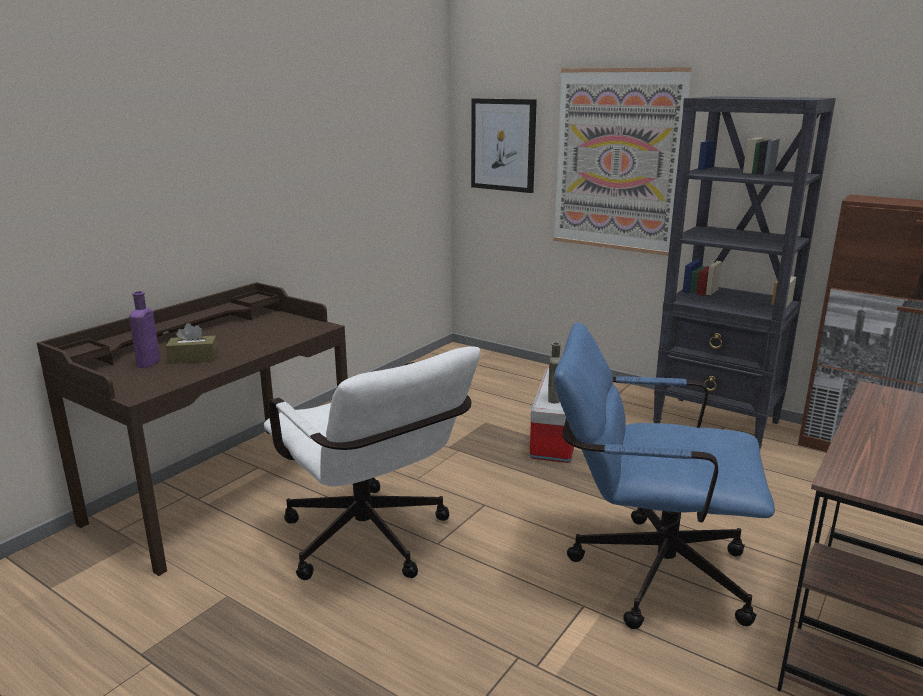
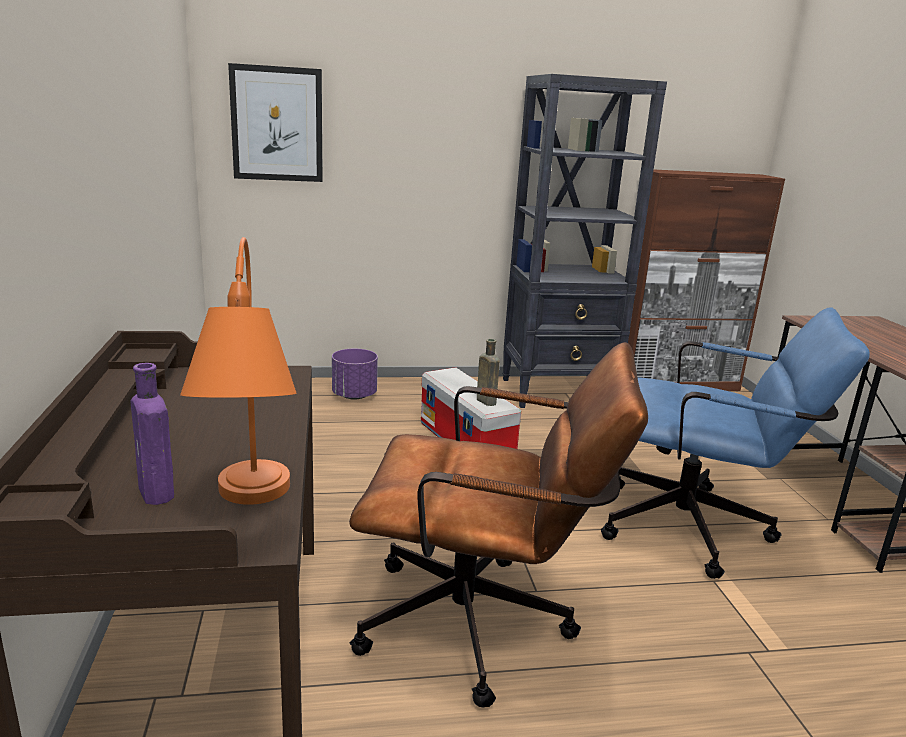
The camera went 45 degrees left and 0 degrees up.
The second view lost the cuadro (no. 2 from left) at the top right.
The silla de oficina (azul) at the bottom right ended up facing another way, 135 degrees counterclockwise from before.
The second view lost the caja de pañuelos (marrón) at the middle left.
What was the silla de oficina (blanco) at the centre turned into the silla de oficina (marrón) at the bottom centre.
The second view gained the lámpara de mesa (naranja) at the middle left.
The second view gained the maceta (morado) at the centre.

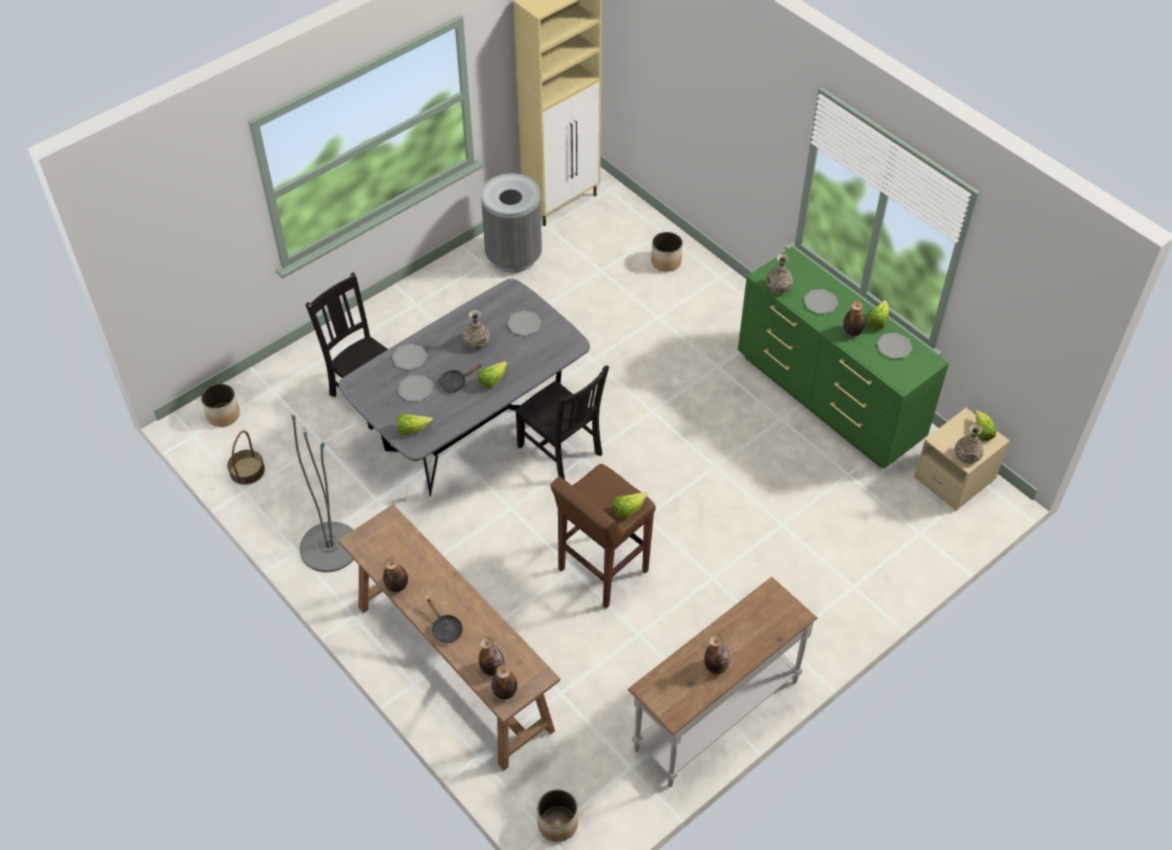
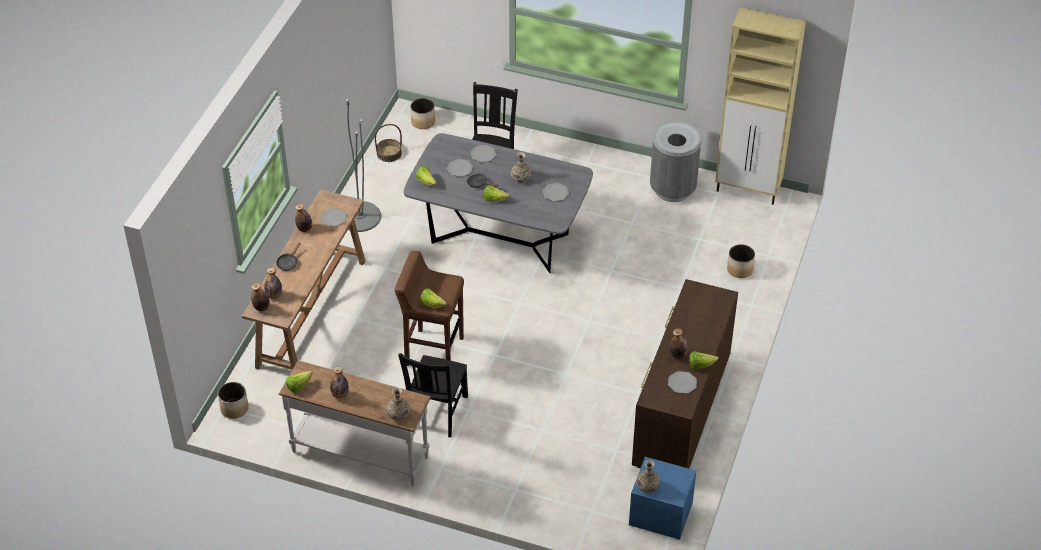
The camera went 60 degrees right and 5 degrees down.
What was the cómoda (verde) at the middle right turned into the cómoda (marrón) at the bottom centre.
The florero (no. 2 from left in the first image) ended up elsewhere, having gone from the top centre to the bottom centre.
The plato (no. 4 from left in the first image) ended up elsewhere, having gone from the middle right to the middle left.
The silla (negro) (no. 2 from left in the first image) ended up elsewhere, having gone from the centre to the bottom centre.
What was the mesita de noche (beis) at the middle right turned into the mesita de noche (azul) at the bottom centre.
The lechuga (no. 5 from left in the first image) ended up elsewhere, having gone from the middle right to the bottom left.

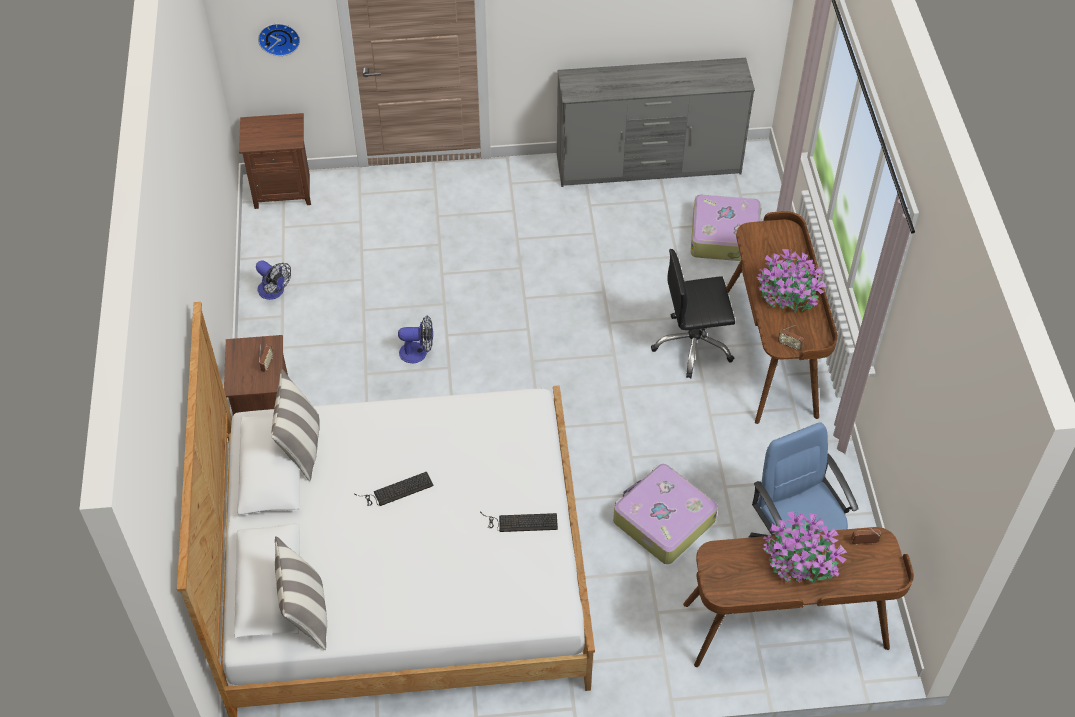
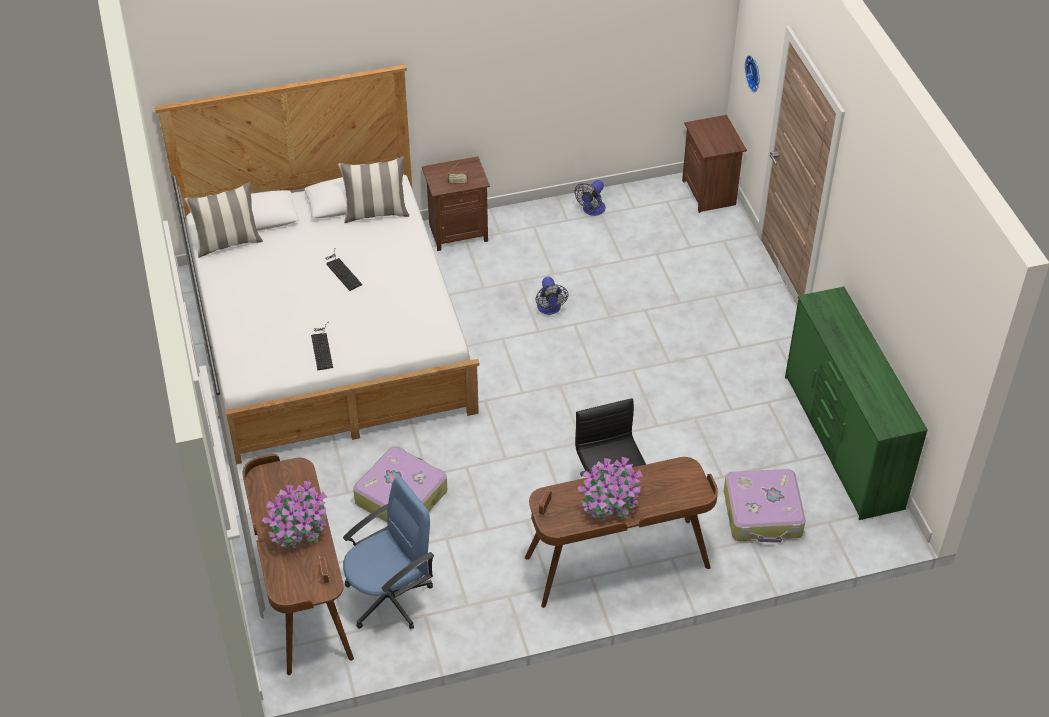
The camera went 80 degrees right and 5 degrees down.
What was the cómoda (gris) at the top centre turned into the cómoda (verde) at the middle right.

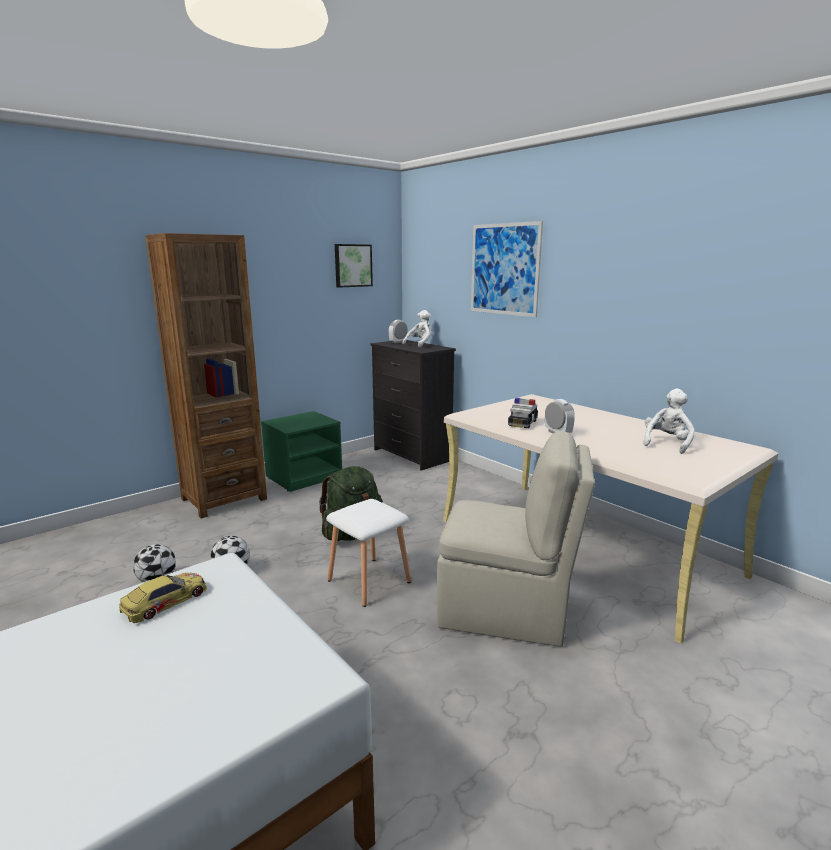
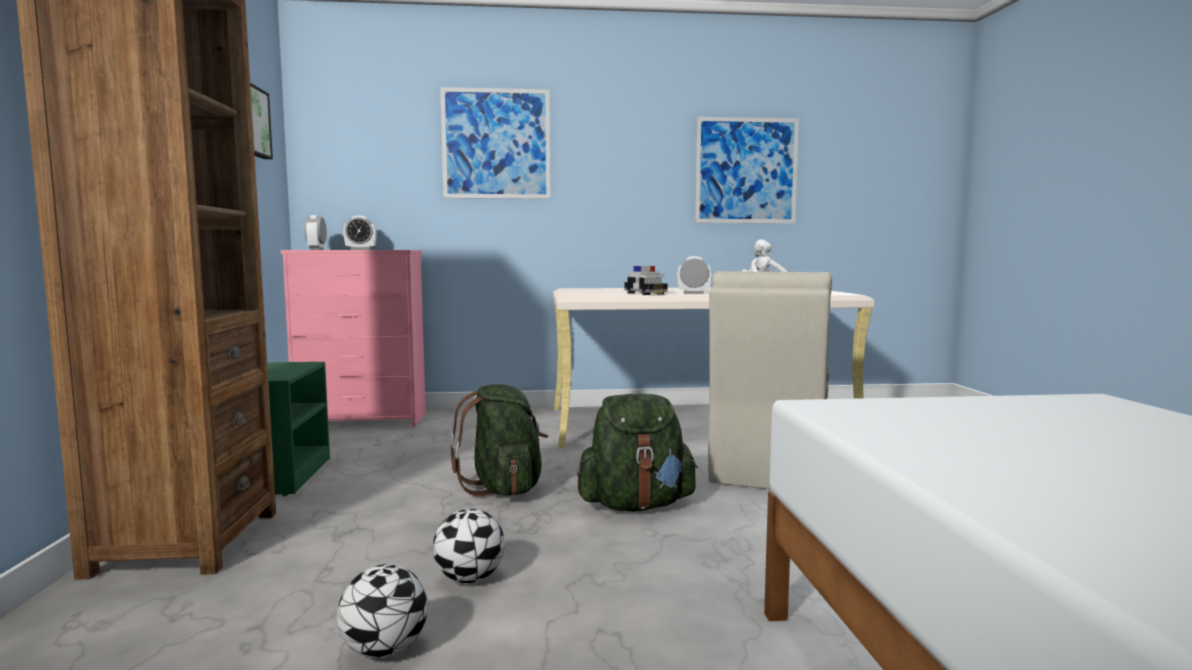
The camera went 55 degrees left and 10 degrees down.
Where the peluche (blanco) (no. 1 from left) stood at the centre, the despertador (no. 2 from left) came to stand at the middle left.
What was the cómoda (negro) at the centre turned into the cómoda (rosa) at the middle left.
The silla (beis) at the centre ended up facing another way, 150 degrees clockwise from before.
Where the taburete (blanco) stood at the centre, the mochila (verde) (no. 2 from left) came to stand at the bottom centre.
The second view lost the coche de juguete (no. 1 from left) at the bottom left.
The second view gained the cuadro (no. 3 from left) at the top centre.

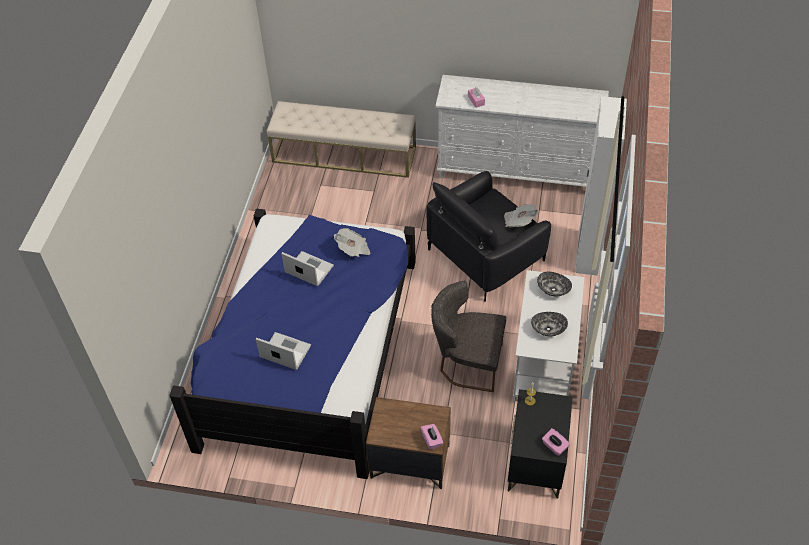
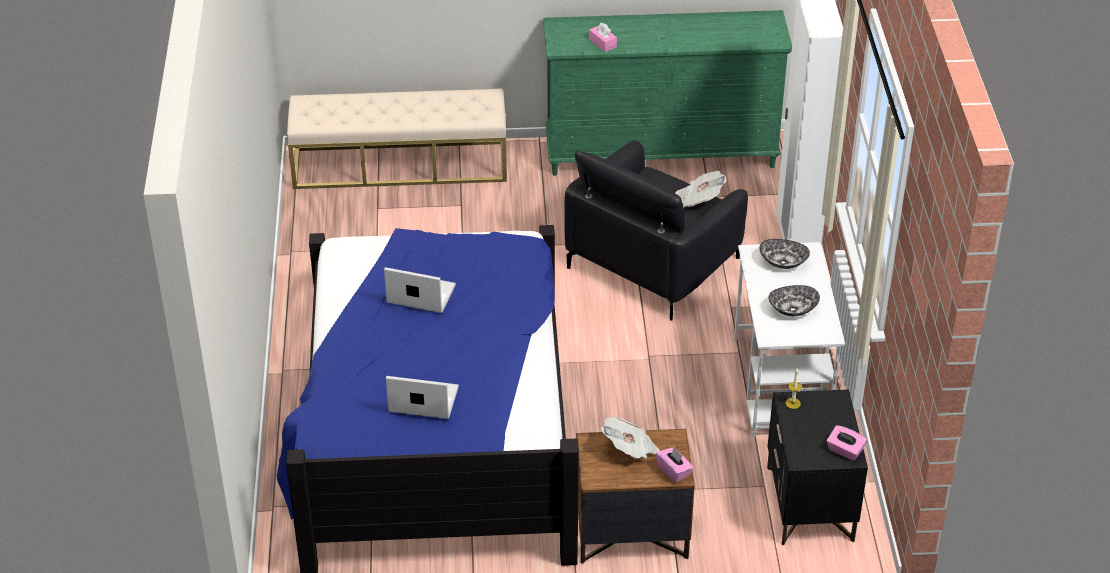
The camera went 15 degrees left and 10 degrees down.
What was the cómoda (blanco) at the top centre turned into the cómoda (verde) at the top centre.
The periódico (no. 1 from left) ended up elsewhere, having gone from the centre to the bottom centre.
The second view lost the silla (gris) at the centre.

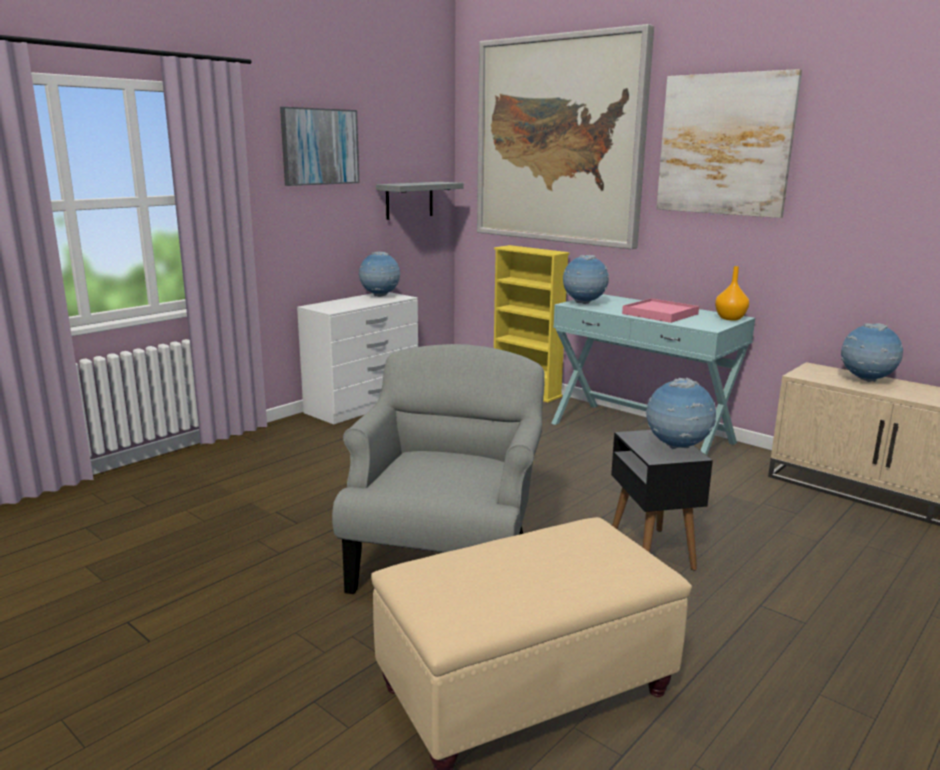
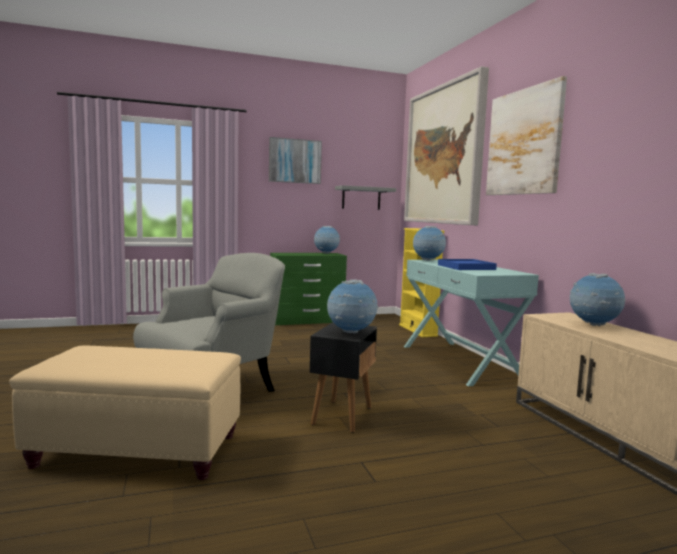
The camera went 30 degrees right and 10 degrees down.
The second view lost the florero (naranja) at the middle right.
What was the cómoda (blanco) at the centre turned into the cómoda (verde) at the centre.
What was the bandeja (rosa) at the middle right turned into the bandeja (azul) at the middle right.

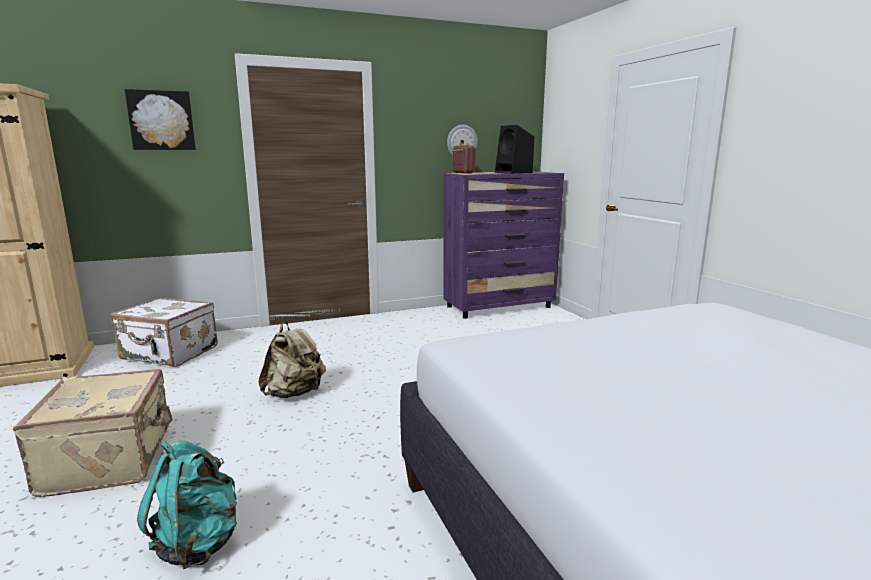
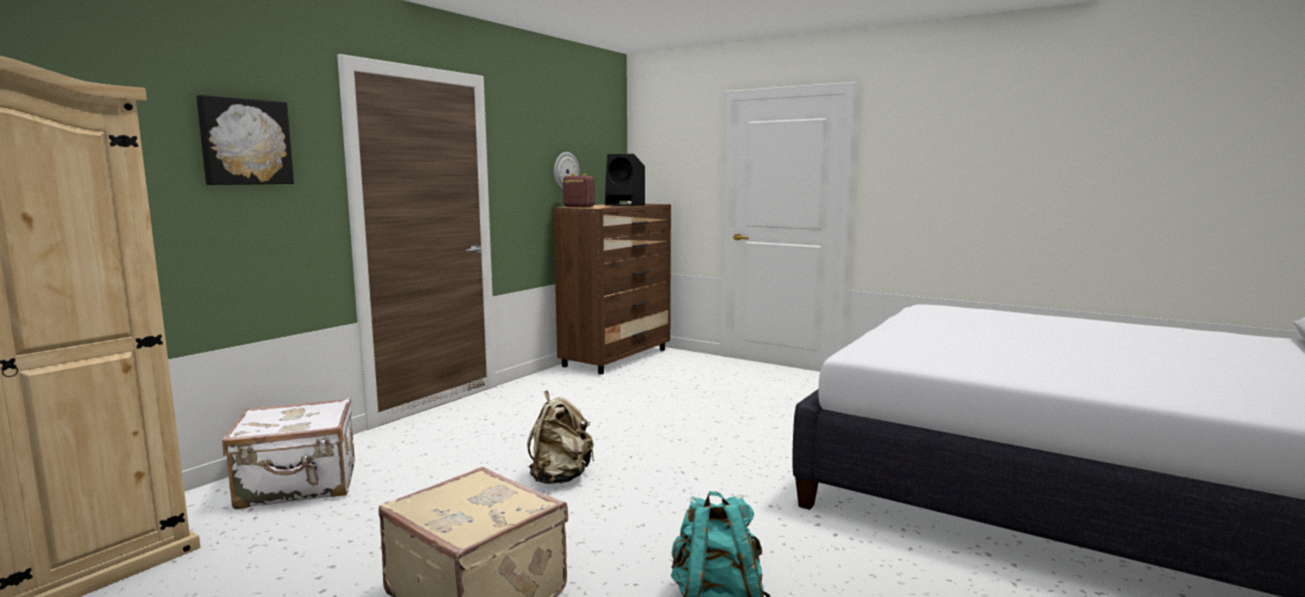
The camera went 35 degrees left and 5 degrees down.
What was the cómoda (morado) at the centre turned into the cómoda (marrón) at the centre.

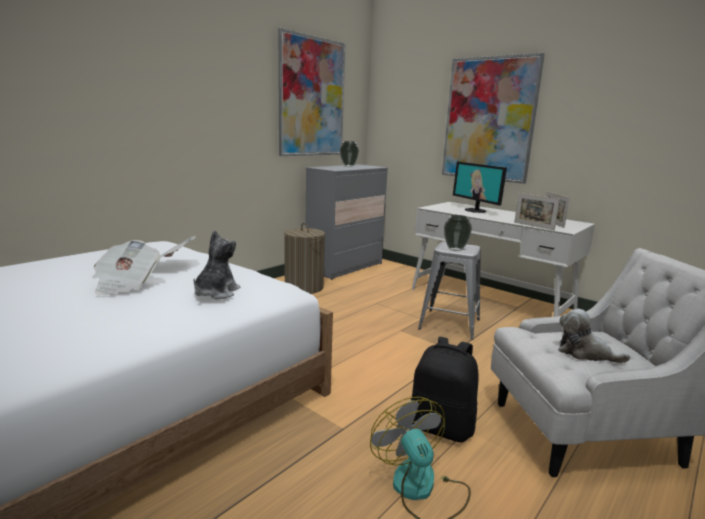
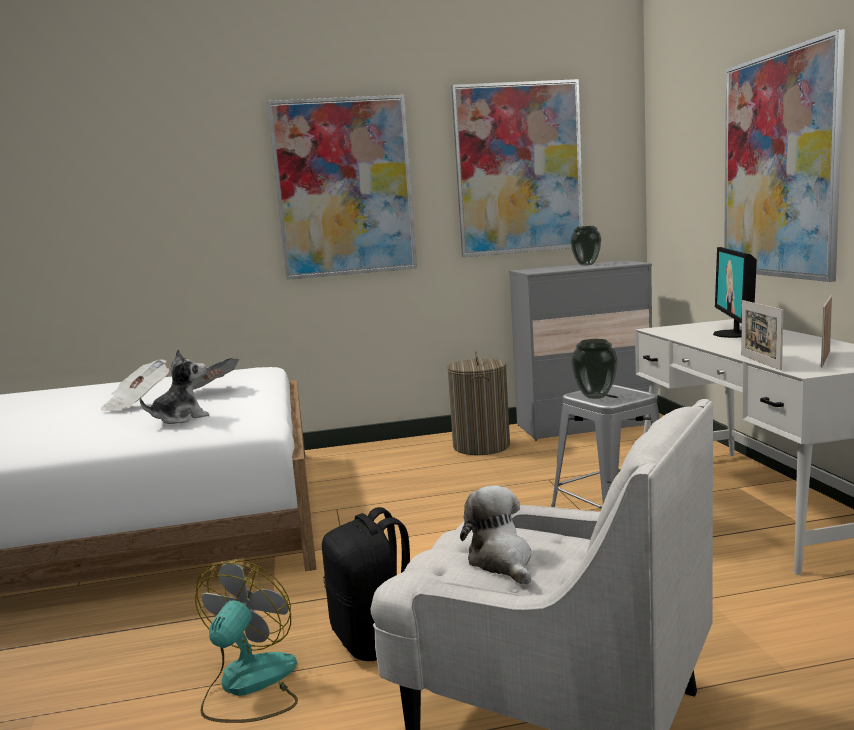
The camera went 40 degrees right and 5 degrees down.
The second view gained the cuadro (no. 1 from left) at the top centre.

